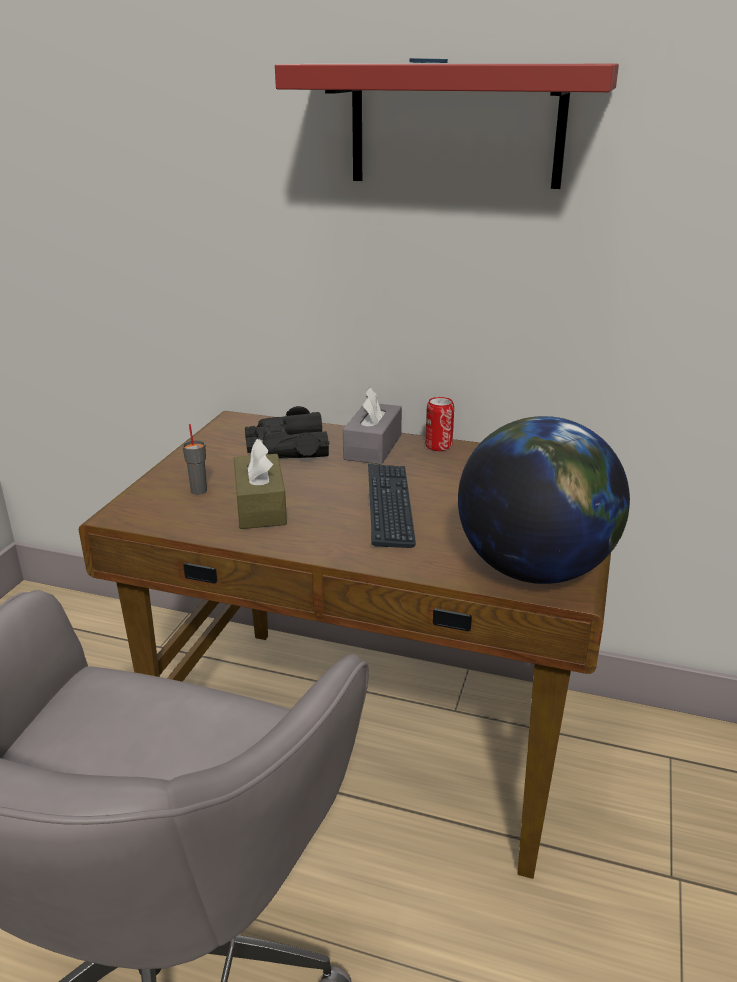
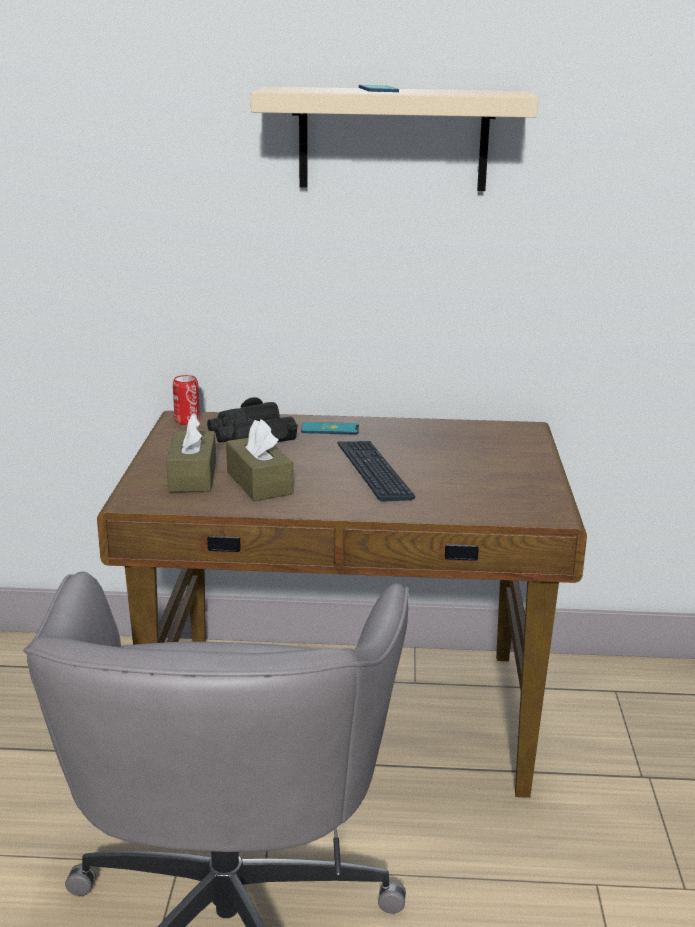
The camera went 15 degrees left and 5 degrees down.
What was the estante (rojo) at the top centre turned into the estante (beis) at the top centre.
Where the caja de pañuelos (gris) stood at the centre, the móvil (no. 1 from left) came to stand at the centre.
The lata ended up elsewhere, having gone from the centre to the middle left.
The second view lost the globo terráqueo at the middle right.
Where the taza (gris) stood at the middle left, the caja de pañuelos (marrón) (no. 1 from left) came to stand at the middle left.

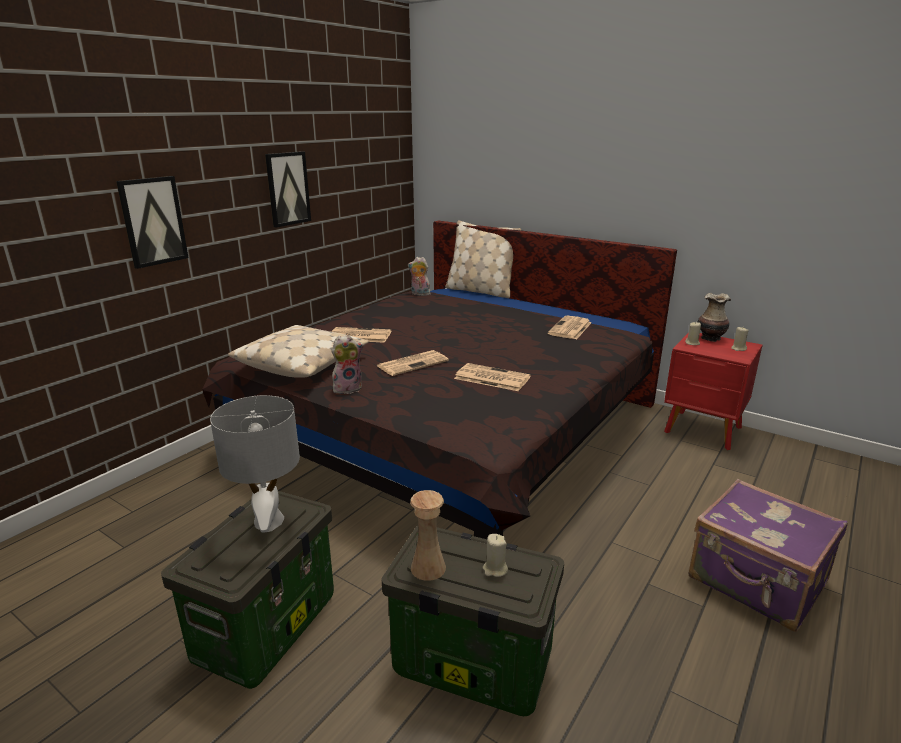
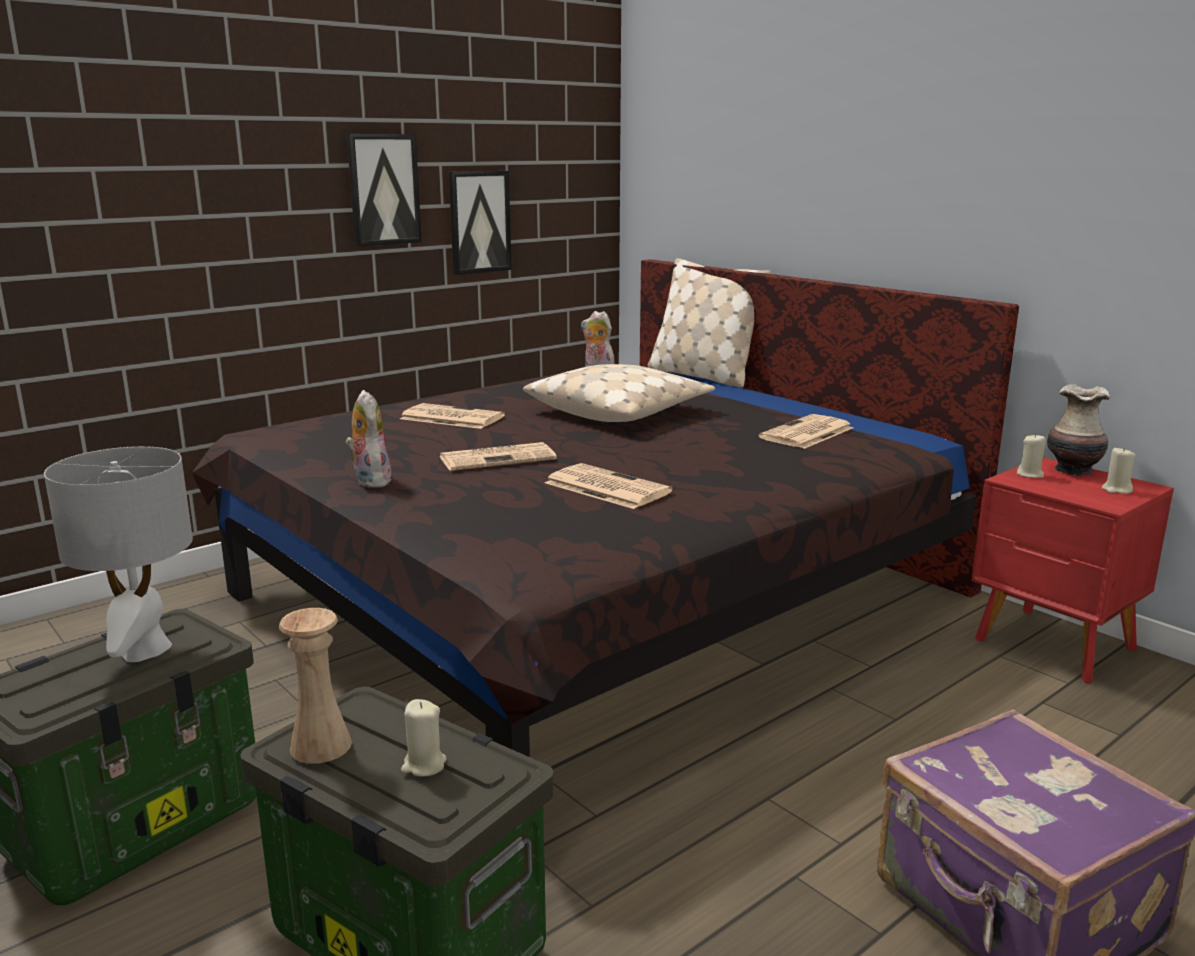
The camera went 15 degrees right and 5 degrees down.
The cuadro (no. 1 from left in the first image) ended up elsewhere, having gone from the top left to the top centre.
The cojín (beis) (no. 1 from left) ended up elsewhere, having gone from the middle left to the centre.
The peluche (no. 1 from left) at the centre ended up facing another way, 105 degrees counterclockwise from before.

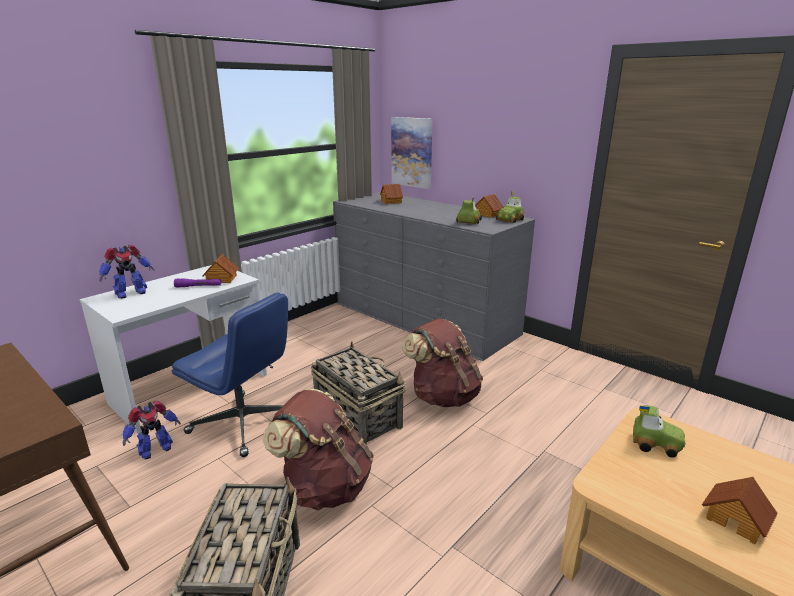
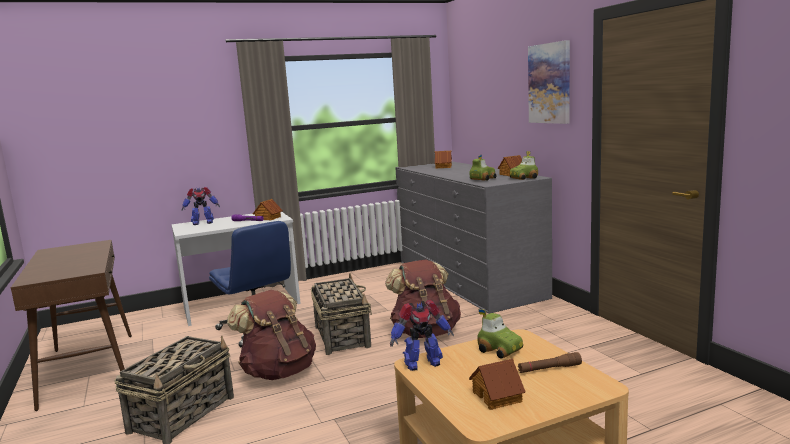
The camera went 25 degrees right and 10 degrees down.
The cuadro ended up elsewhere, having gone from the top centre to the top right.
The robot de juguete (no. 2 from left) ended up elsewhere, having gone from the bottom left to the bottom centre.
The second view gained the linterna (marrón) at the bottom right.

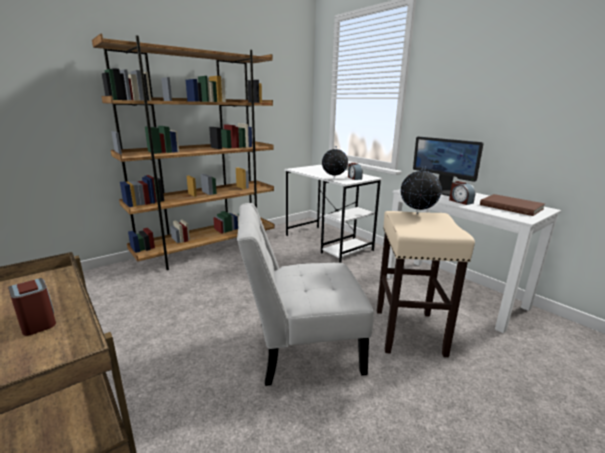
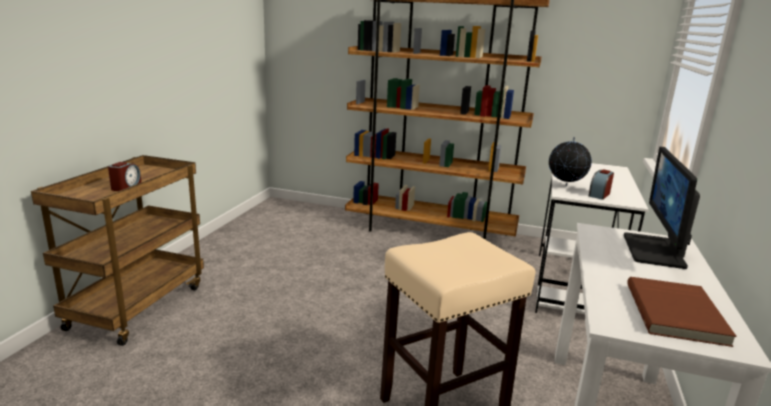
The camera went 55 degrees right and 0 degrees up.
The second view lost the globo terráqueo (no. 2 from left) at the middle right.
The second view lost the despertador (no. 3 from left) at the middle right.
The second view lost the silla (blanco) at the centre.

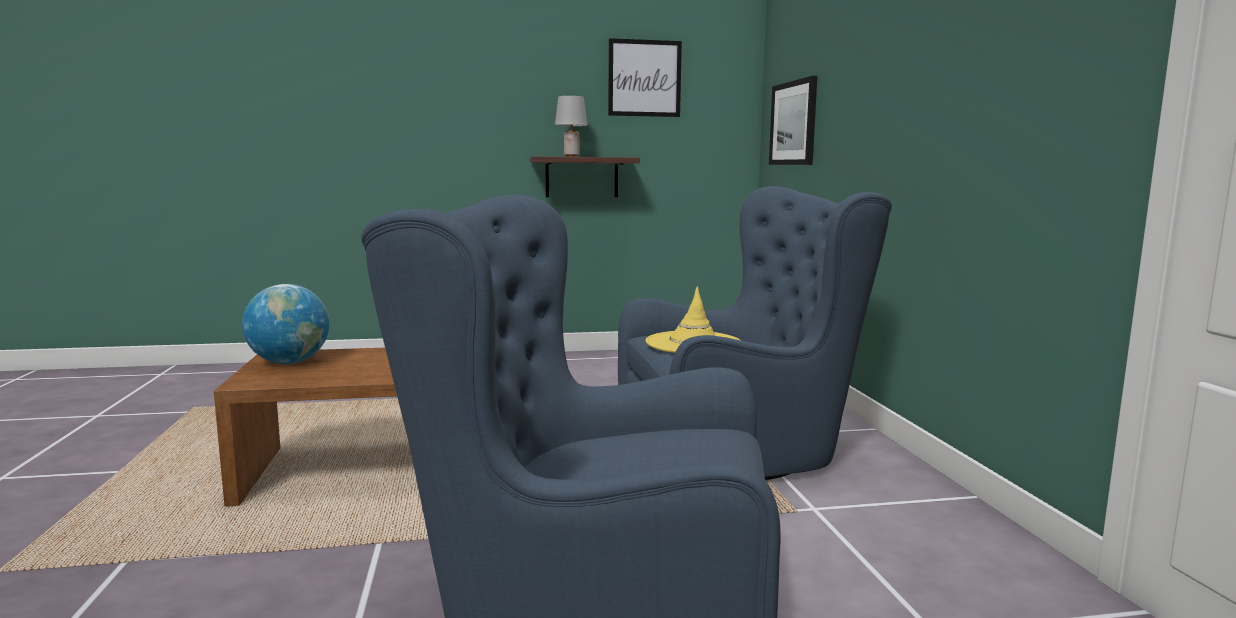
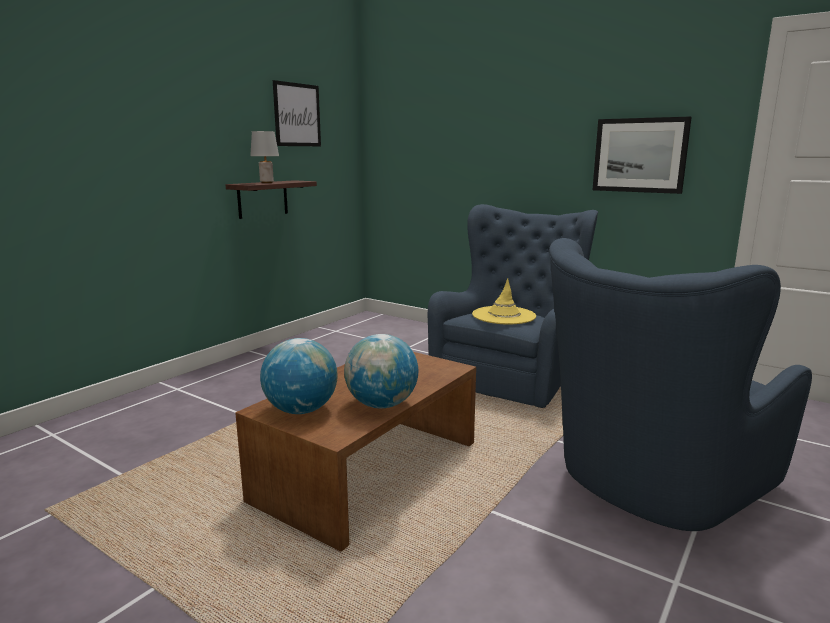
The camera went 45 degrees left and 5 degrees up.
The cuadro (no. 2 from left) ended up elsewhere, having gone from the top centre to the top right.
The second view gained the globo terráqueo (no. 2 from left) at the centre.

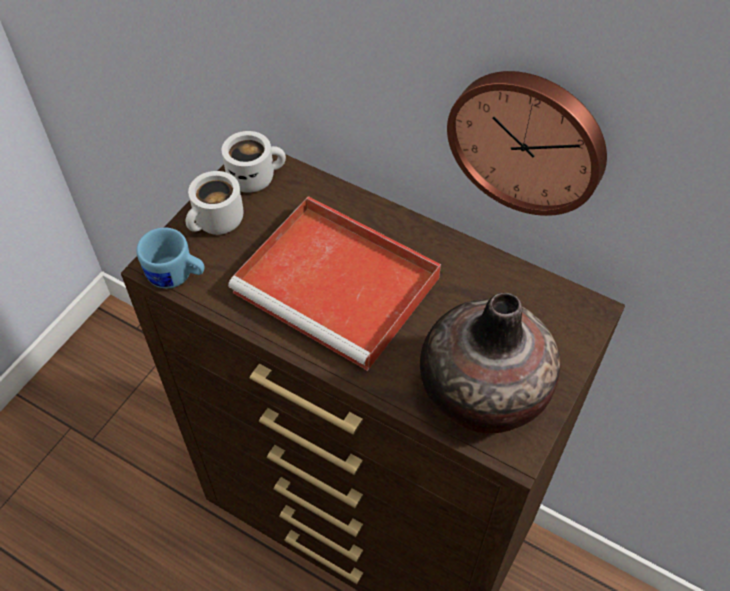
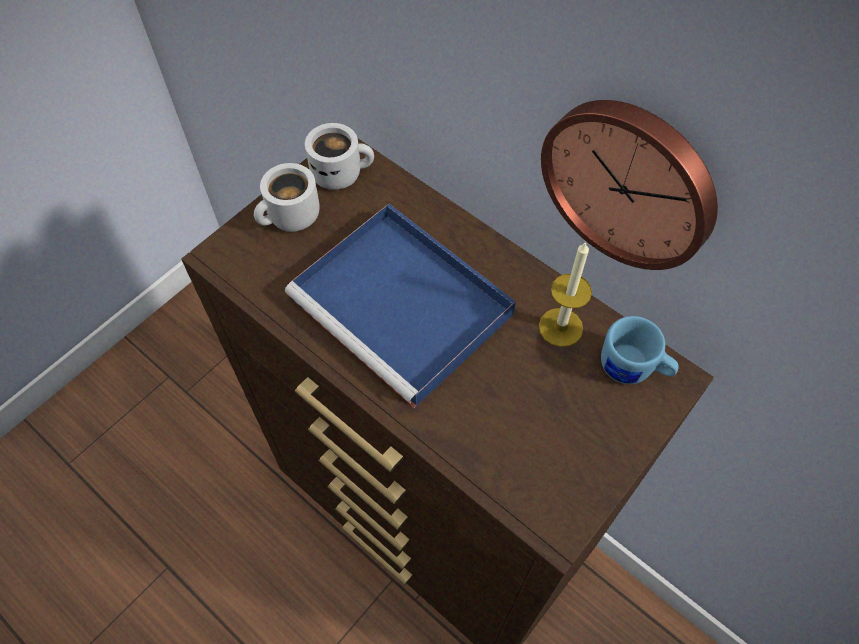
The camera went 10 degrees right and 5 degrees up.
What was the bandeja (rojo) at the centre turned into the bandeja (azul) at the centre.
The taza grande (azul) ended up elsewhere, having gone from the middle left to the middle right.
The second view lost the florero at the middle right.
The second view gained the vela at the centre.

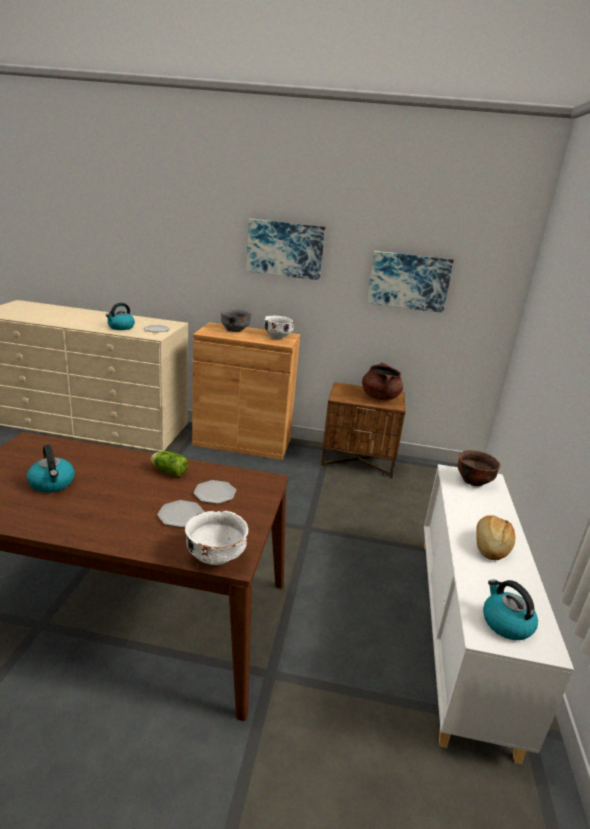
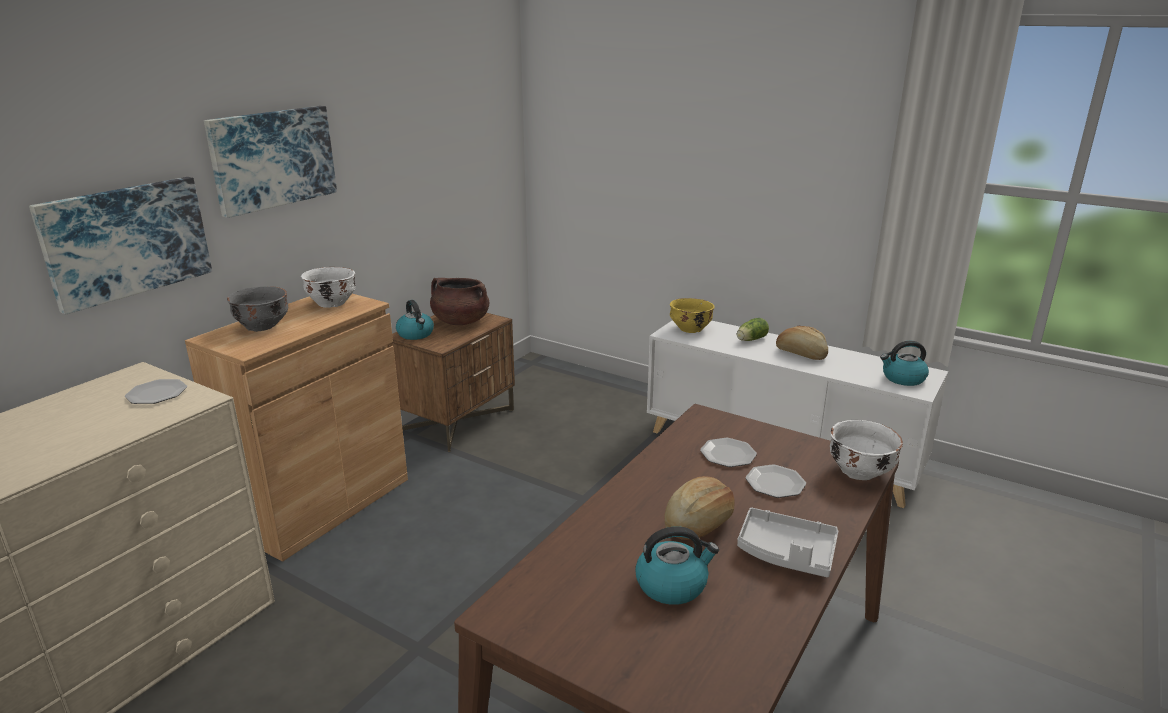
The camera went 65 degrees left and 0 degrees up.
The cuadro (no. 2 from left in the first image) ended up elsewhere, having gone from the middle right to the middle left.
The hervidor (no. 2 from left in the first image) ended up elsewhere, having gone from the middle left to the centre.
What was the cuenco (marrón) at the middle right turned into the cuenco (amarillo) at the centre.
The lechuga ended up elsewhere, having gone from the middle left to the centre.
The second view gained the pan (no. 1 from left) at the bottom centre.
The second view gained the bandeja (gris) at the bottom right.

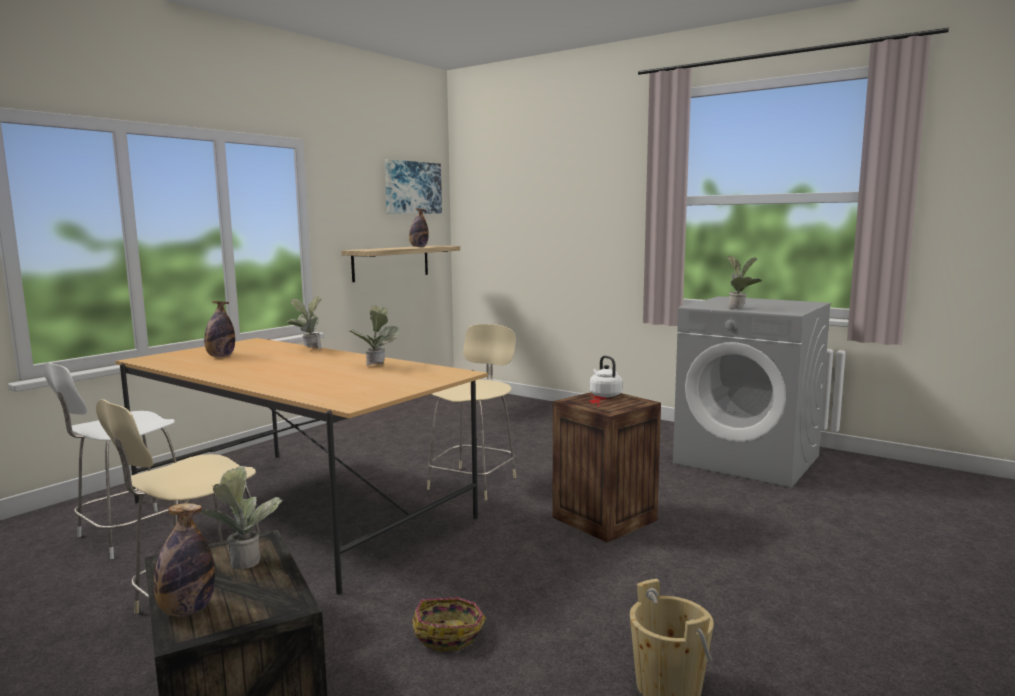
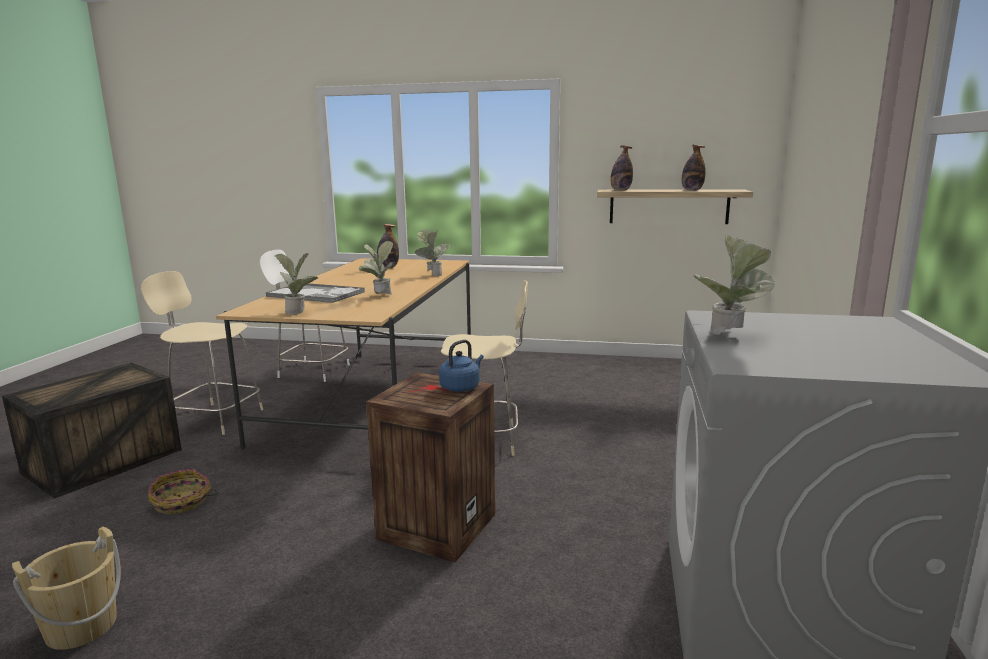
The camera went 65 degrees right and 5 degrees up.
The second view lost the cuadro at the top centre.
What was the hervidor (blanco) at the centre turned into the hervidor (azul) at the centre.
The planta en maceta (no. 1 from left) ended up elsewhere, having gone from the bottom left to the middle left.
The botella (no. 1 from left in the first image) ended up elsewhere, having gone from the bottom left to the top centre.
The second view gained the bandeja at the middle left.

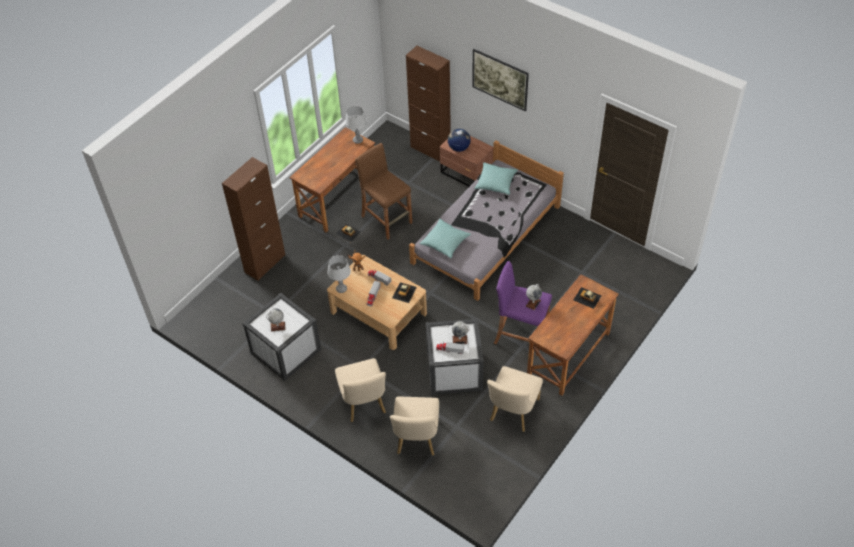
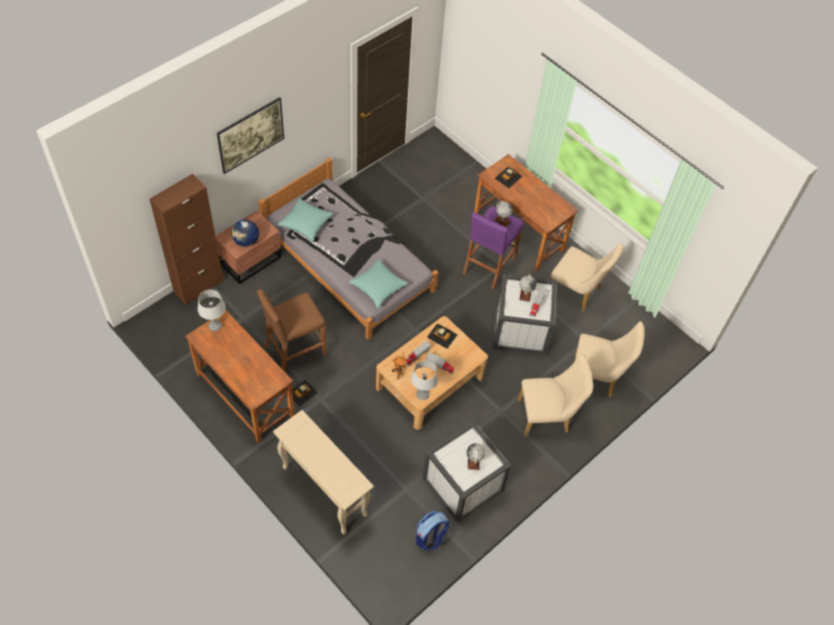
The camera went 85 degrees left and 5 degrees up.
Where the armario (marrón) (no. 1 from left) stood at the middle left, the mesa consola (beis) came to stand at the bottom centre.
The second view gained the mochila at the bottom centre.

